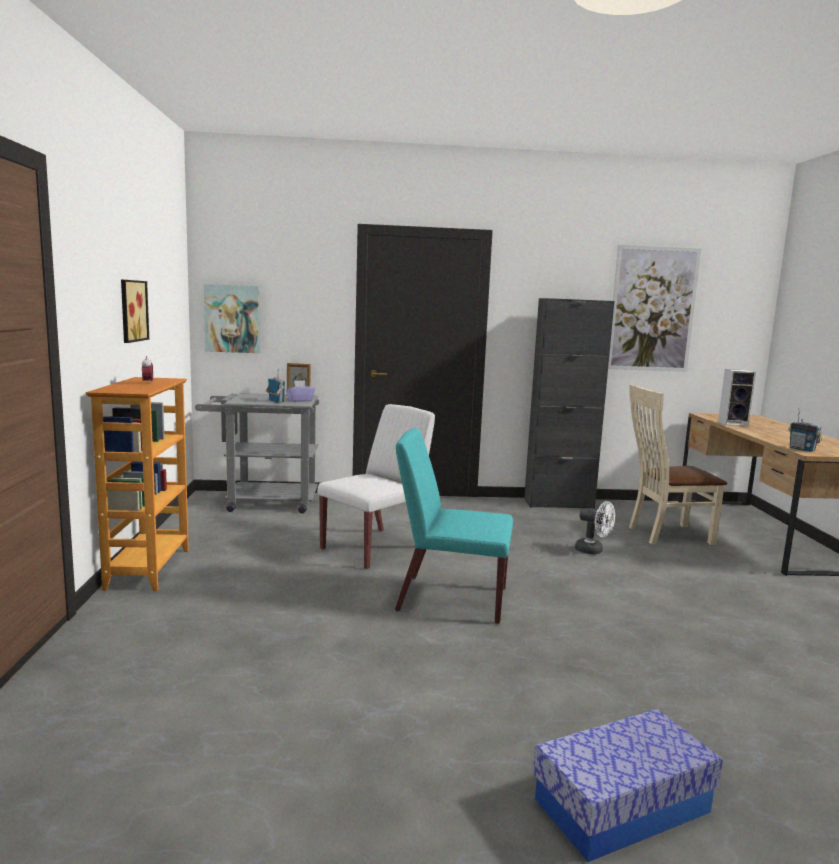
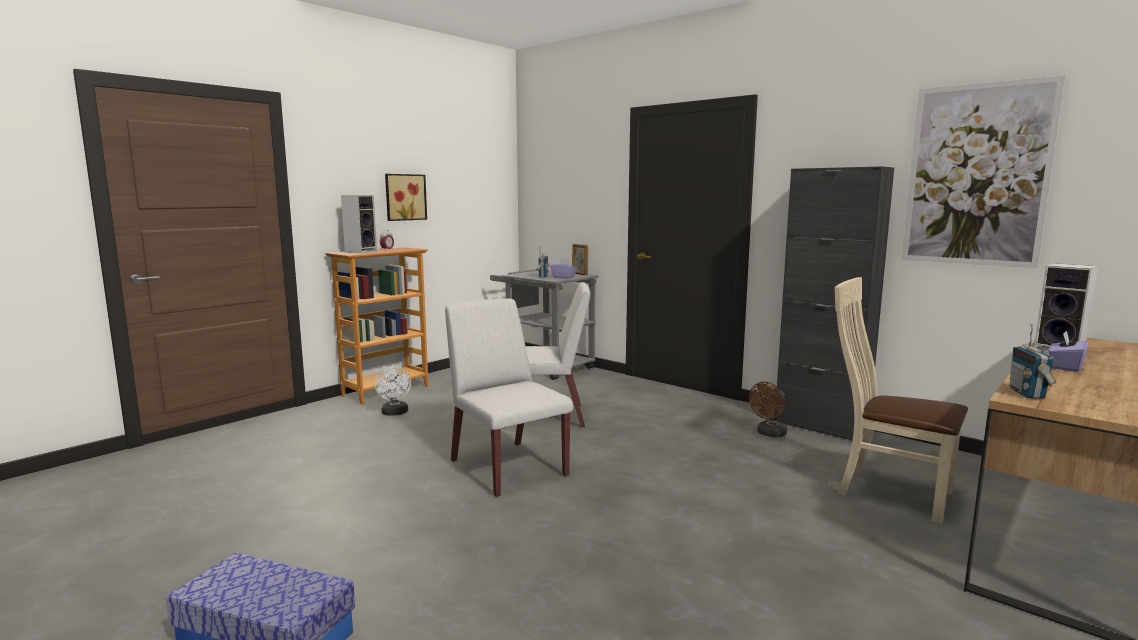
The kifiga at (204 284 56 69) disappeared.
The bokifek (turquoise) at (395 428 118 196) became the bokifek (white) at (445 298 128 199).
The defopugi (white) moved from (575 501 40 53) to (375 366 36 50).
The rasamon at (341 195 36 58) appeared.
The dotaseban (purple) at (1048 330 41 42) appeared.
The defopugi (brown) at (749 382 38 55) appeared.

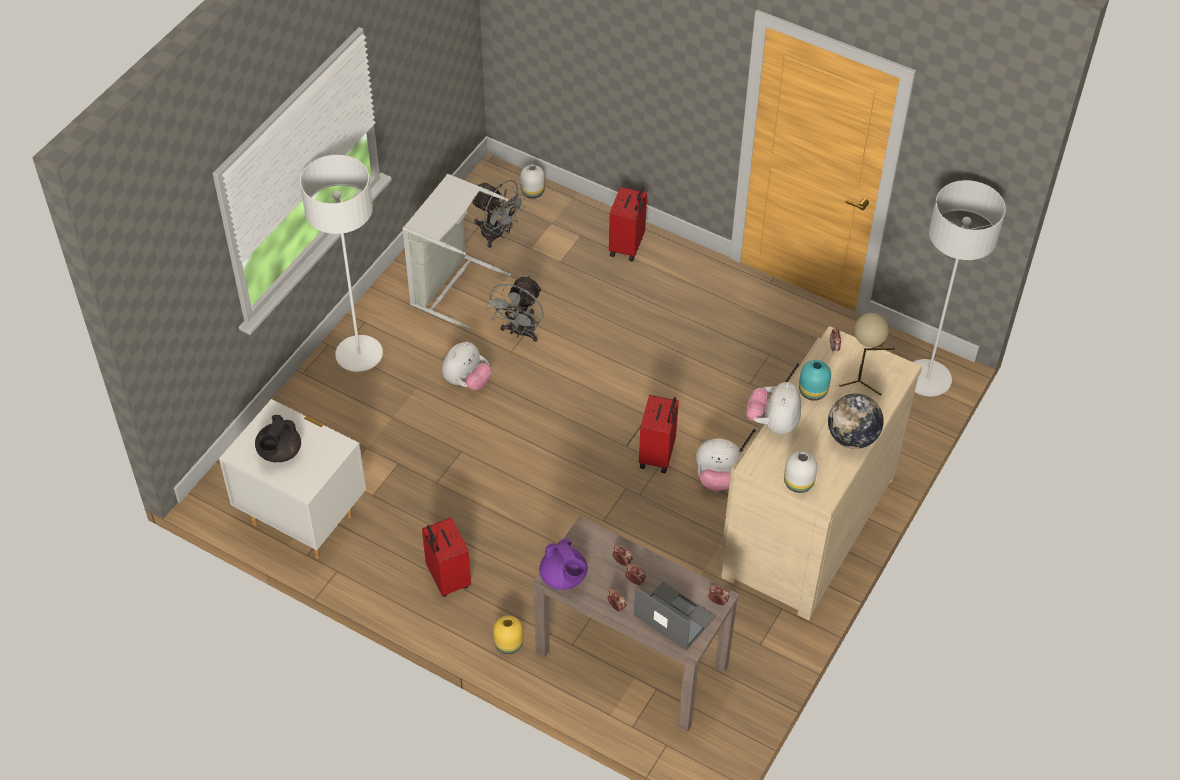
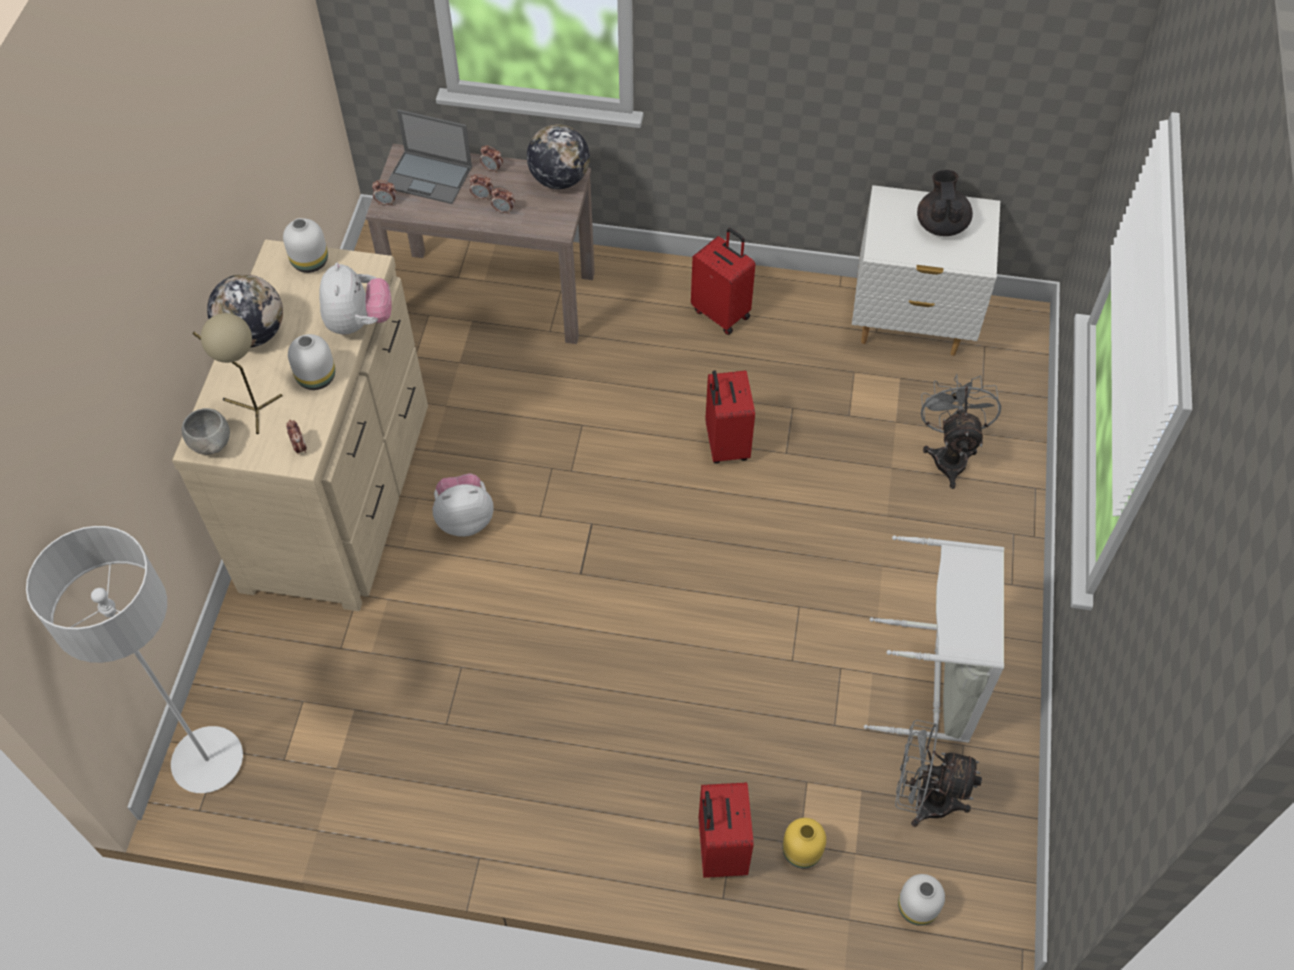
The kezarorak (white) at (300 155 83 217) disappeared.
The defopugi (grey) moved from (485 275 59 67) to (921 374 80 115).
The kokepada at (442 342 50 48) disappeared.
The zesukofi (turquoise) at (799 360 32 41) became the zesukofi (white) at (288 334 47 56).
The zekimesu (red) moved from (639 395 40 78) to (705 370 50 94).
The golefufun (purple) at (539 539 49 51) was replaced by the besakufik at (527 124 63 65).
The zesukofi (yellow) moved from (493 616 30 38) to (782 818 44 50).
The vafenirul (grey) at (182 408 48 47) appeared.

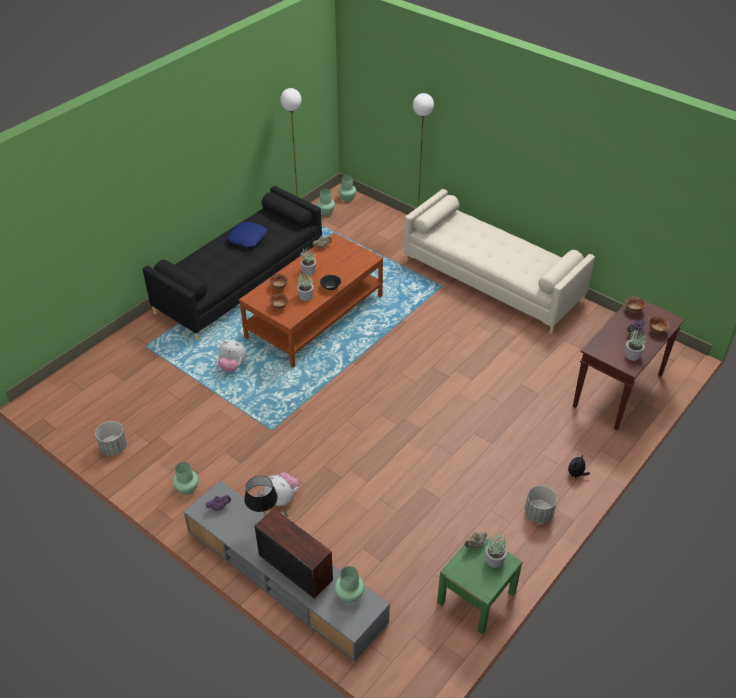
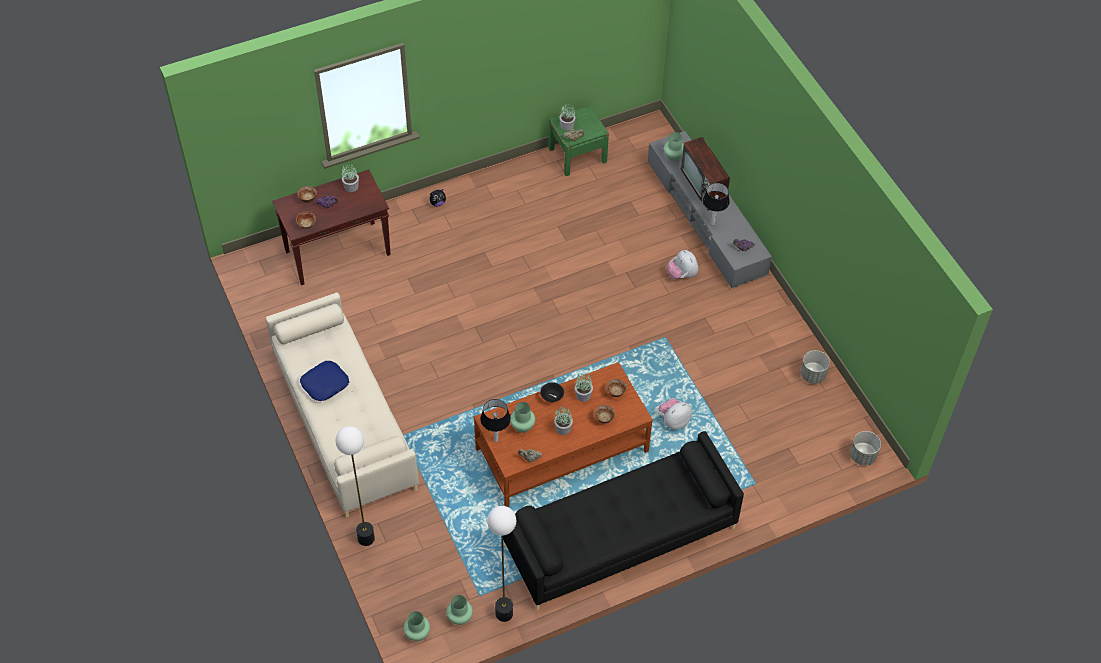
The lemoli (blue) moved from (227 222 40 25) to (300 361 49 40).
The kokepada at (218 340 29 32) turned 75 degrees counterclockwise.
The zesukofi (green) moved from (173 462 26 33) to (510 402 25 31).
The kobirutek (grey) moved from (525 486 32 37) to (850 431 31 35).
The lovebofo at (480 399 31 43) appeared.

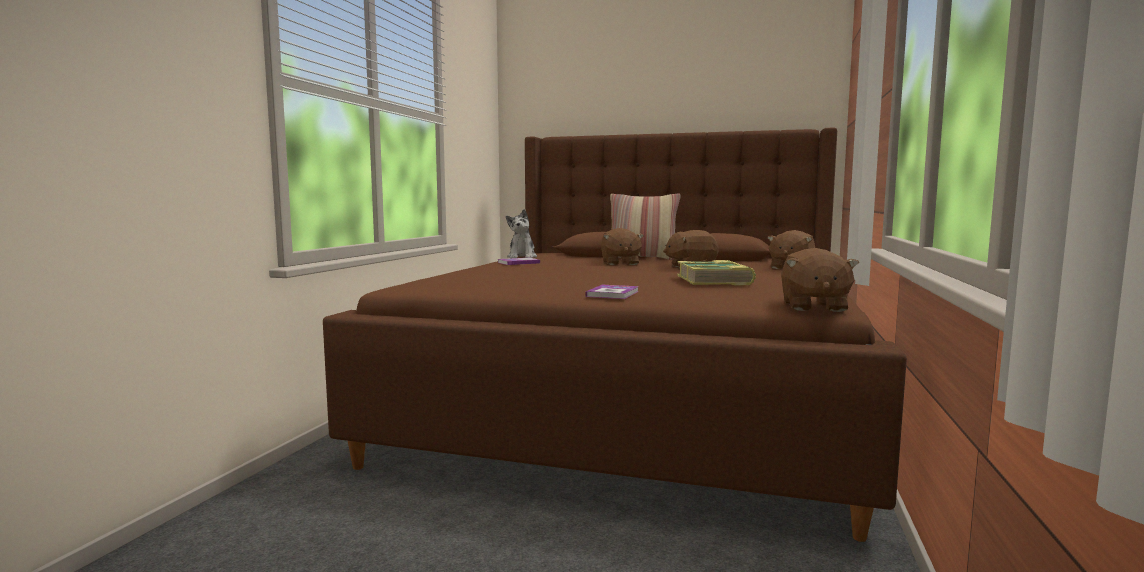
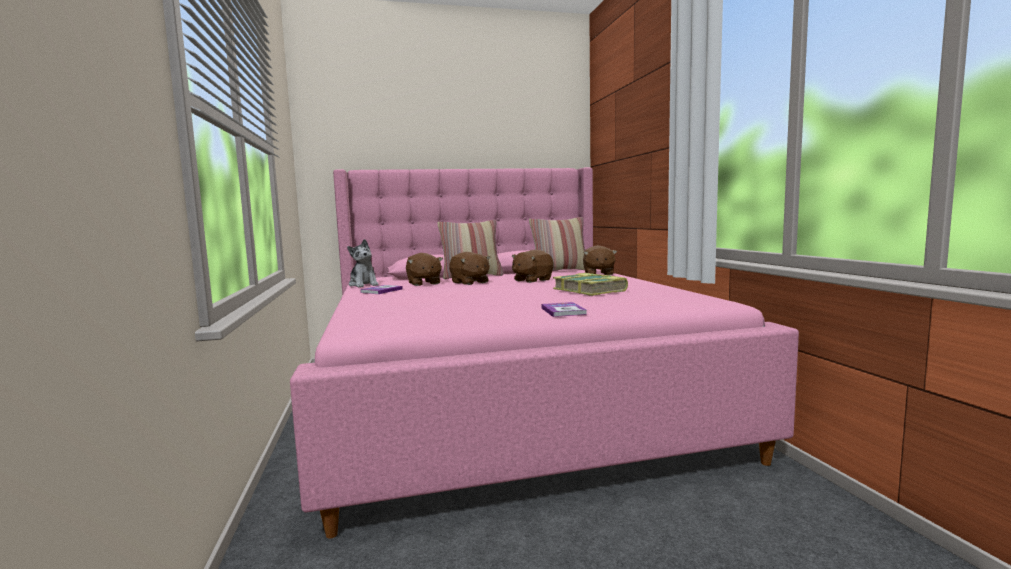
The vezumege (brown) at (323 127 584 415) became the vezumege (pink) at (290 167 509 372).
The kokepada (brown) moved from (781 248 78 64) to (406 253 37 33).
The lemoli at (529 217 56 54) appeared.

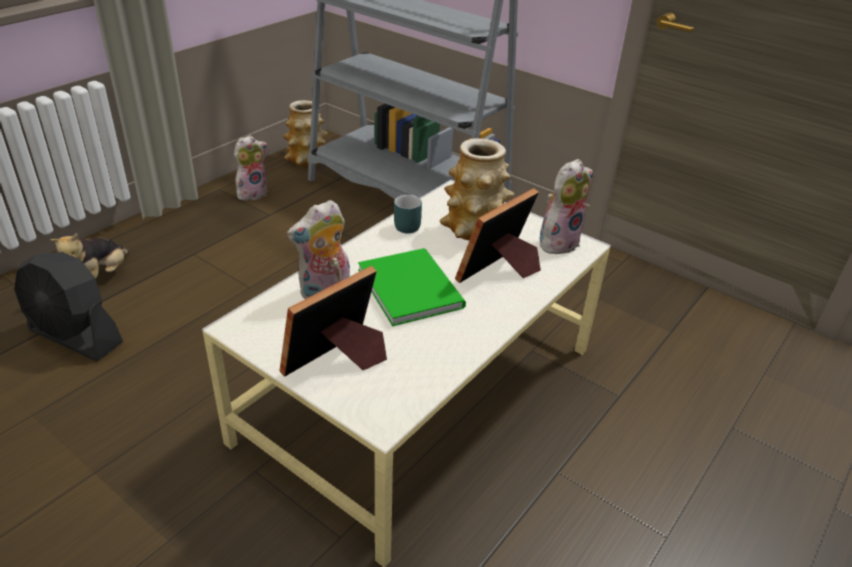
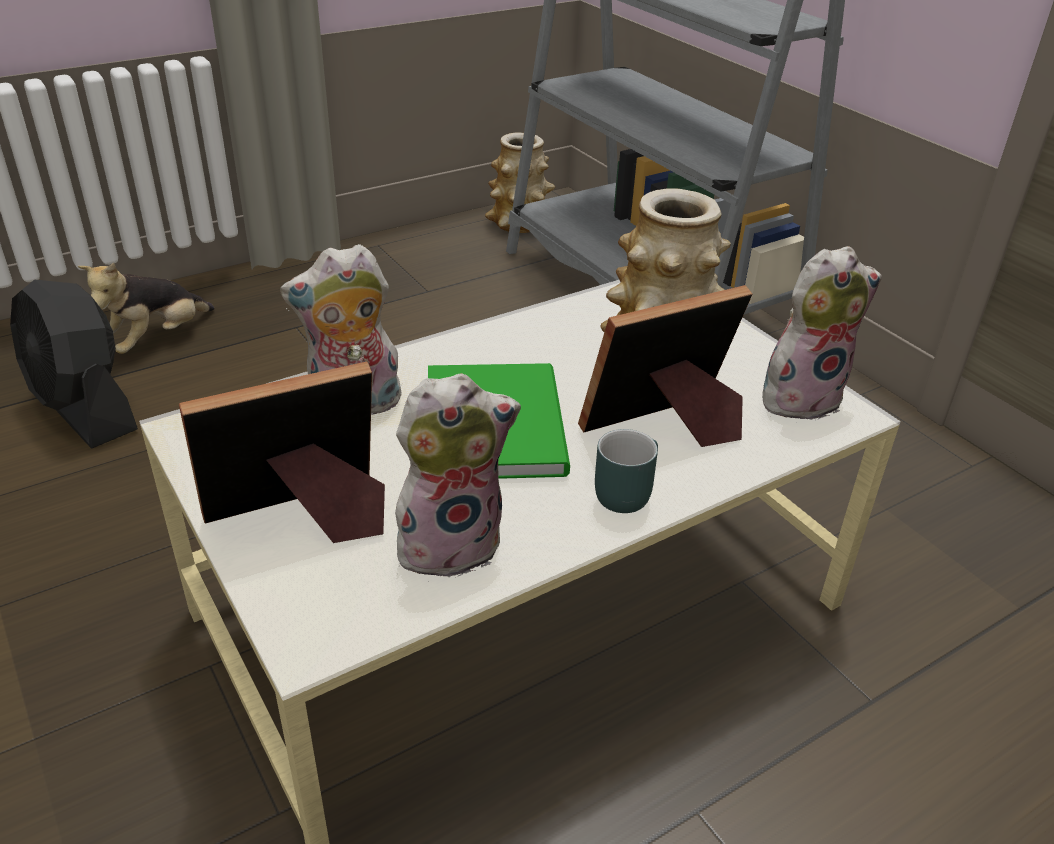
The kokepada moved from (234 135 34 66) to (395 373 126 209).
The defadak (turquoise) moved from (394 195 28 38) to (595 429 63 84).

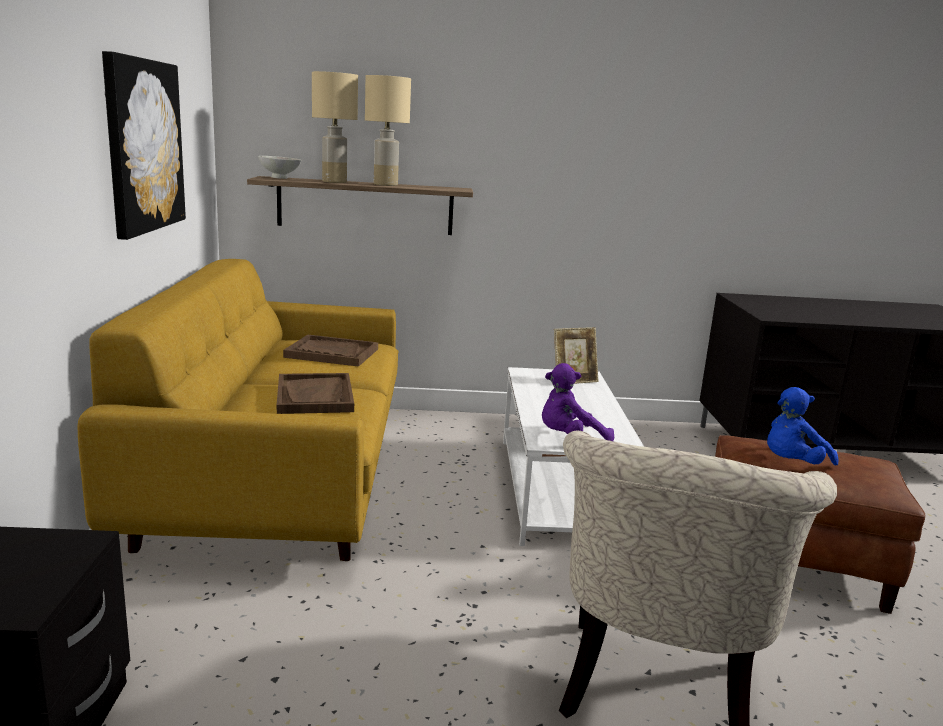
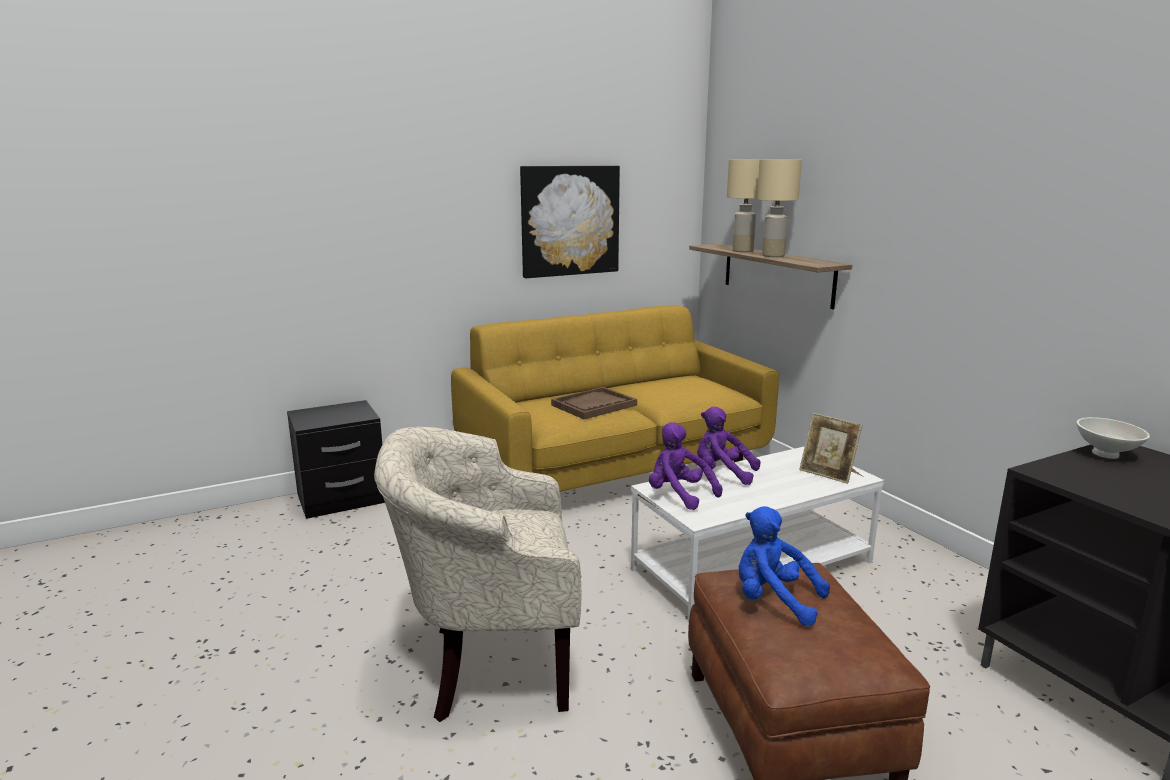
The vafenirul (white) moved from (258 156 43 23) to (1077 417 73 42).
The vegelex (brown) at (283 335 95 32) disappeared.
The kokepada (purple) at (697 407 63 78) appeared.

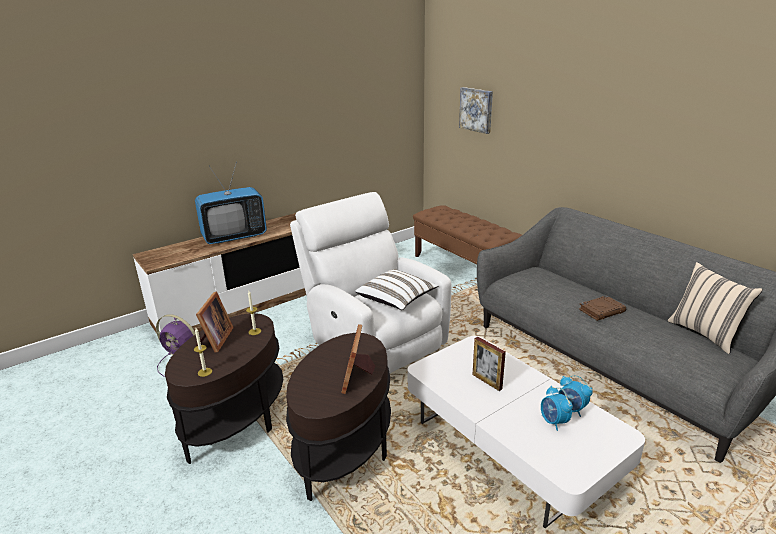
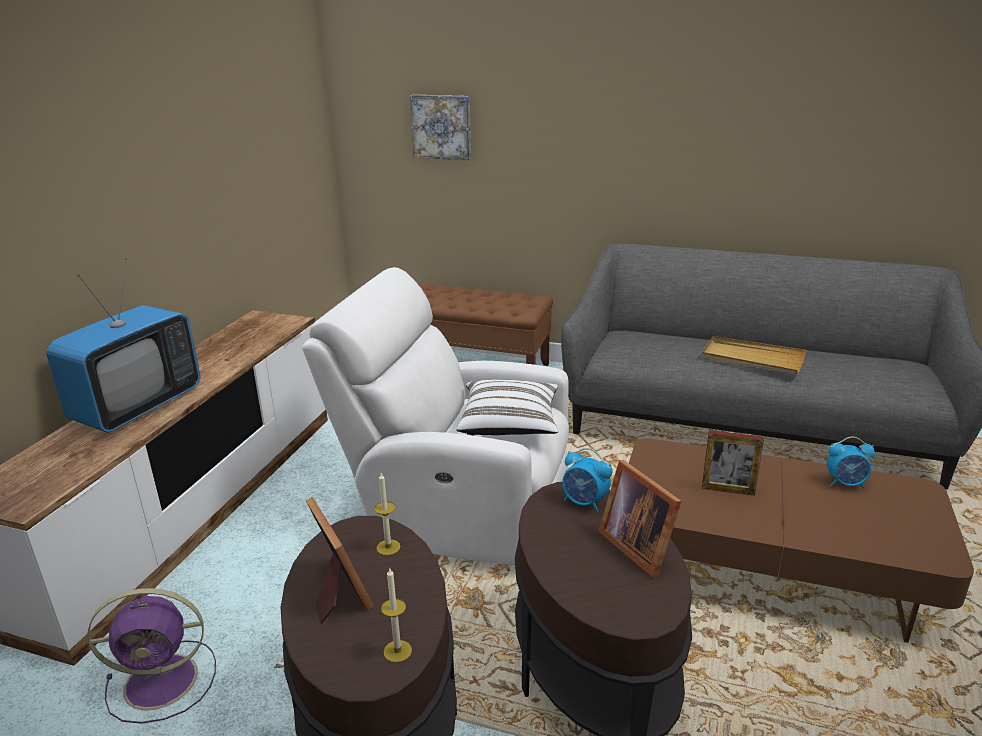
The lemoli (beige) at (668 262 95 92) disappeared.
The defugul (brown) at (579 295 47 26) was replaced by the vegelex (beige) at (701 336 106 38).
The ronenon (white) at (408 336 237 192) became the ronenon (brown) at (629 438 345 205).
The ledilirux moved from (541 386 32 45) to (562 448 51 64).

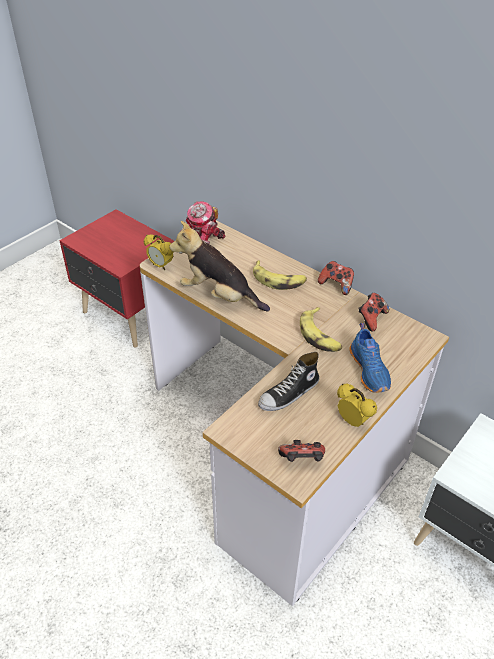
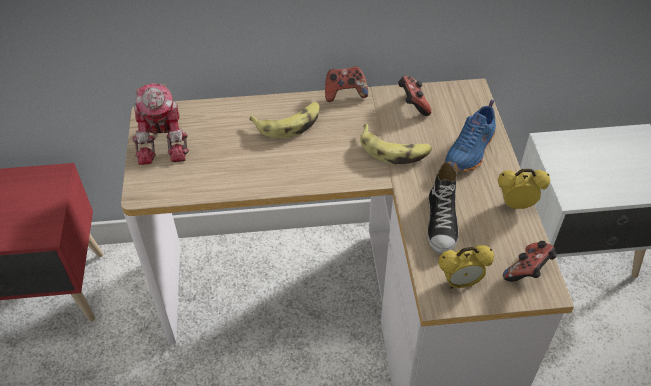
The kokepada at (169 221 101 90) disappeared.
The ledilirux moved from (144 234 29 36) to (438 245 56 44).
The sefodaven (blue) at (350 323 41 70) turned 90 degrees clockwise.

